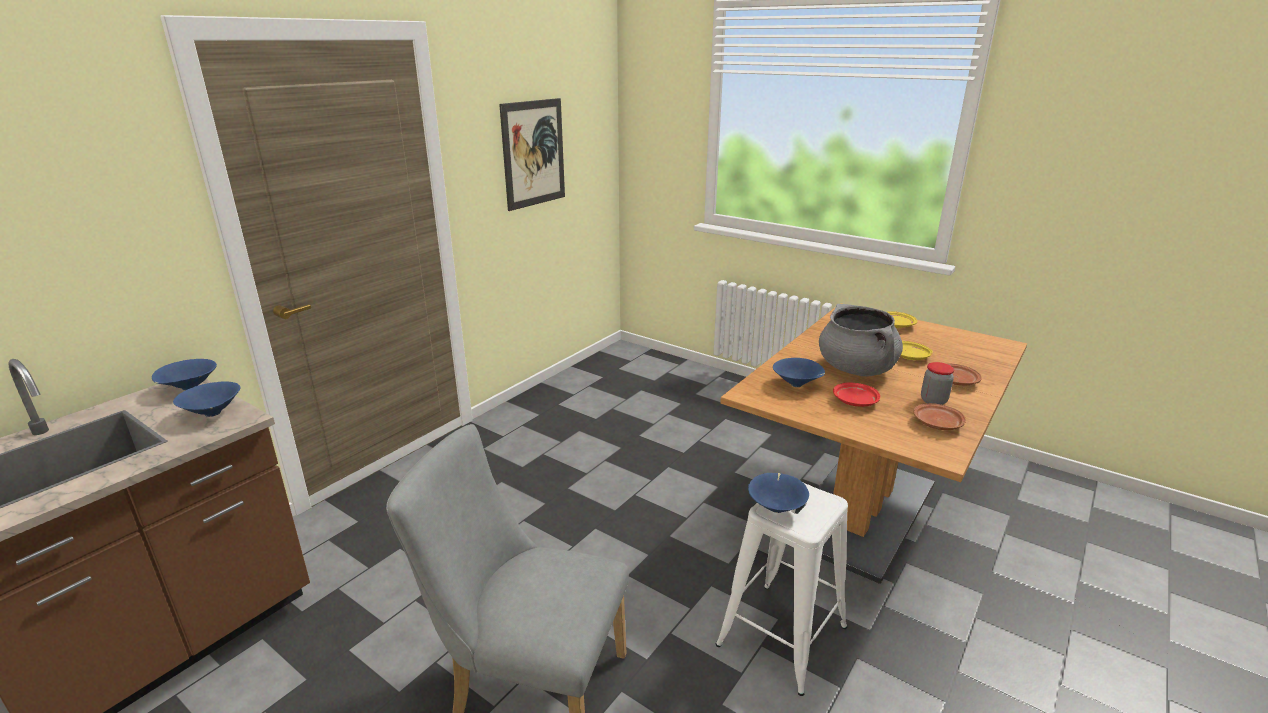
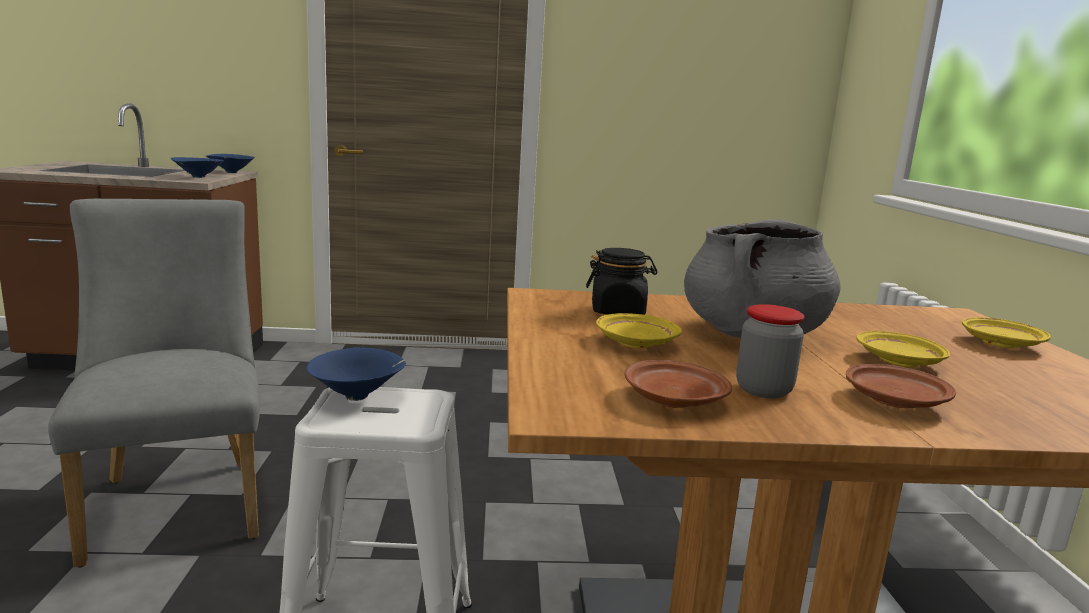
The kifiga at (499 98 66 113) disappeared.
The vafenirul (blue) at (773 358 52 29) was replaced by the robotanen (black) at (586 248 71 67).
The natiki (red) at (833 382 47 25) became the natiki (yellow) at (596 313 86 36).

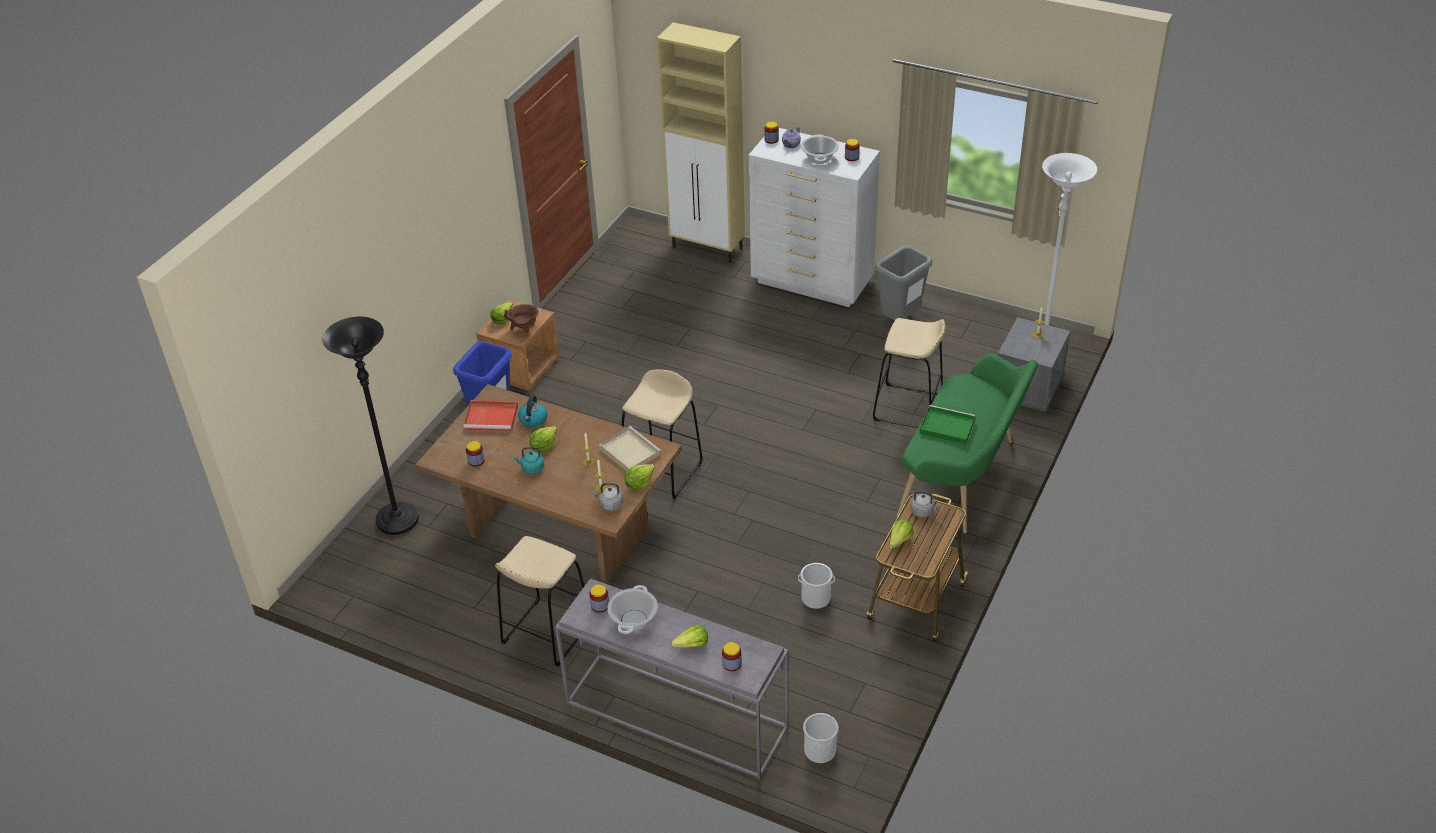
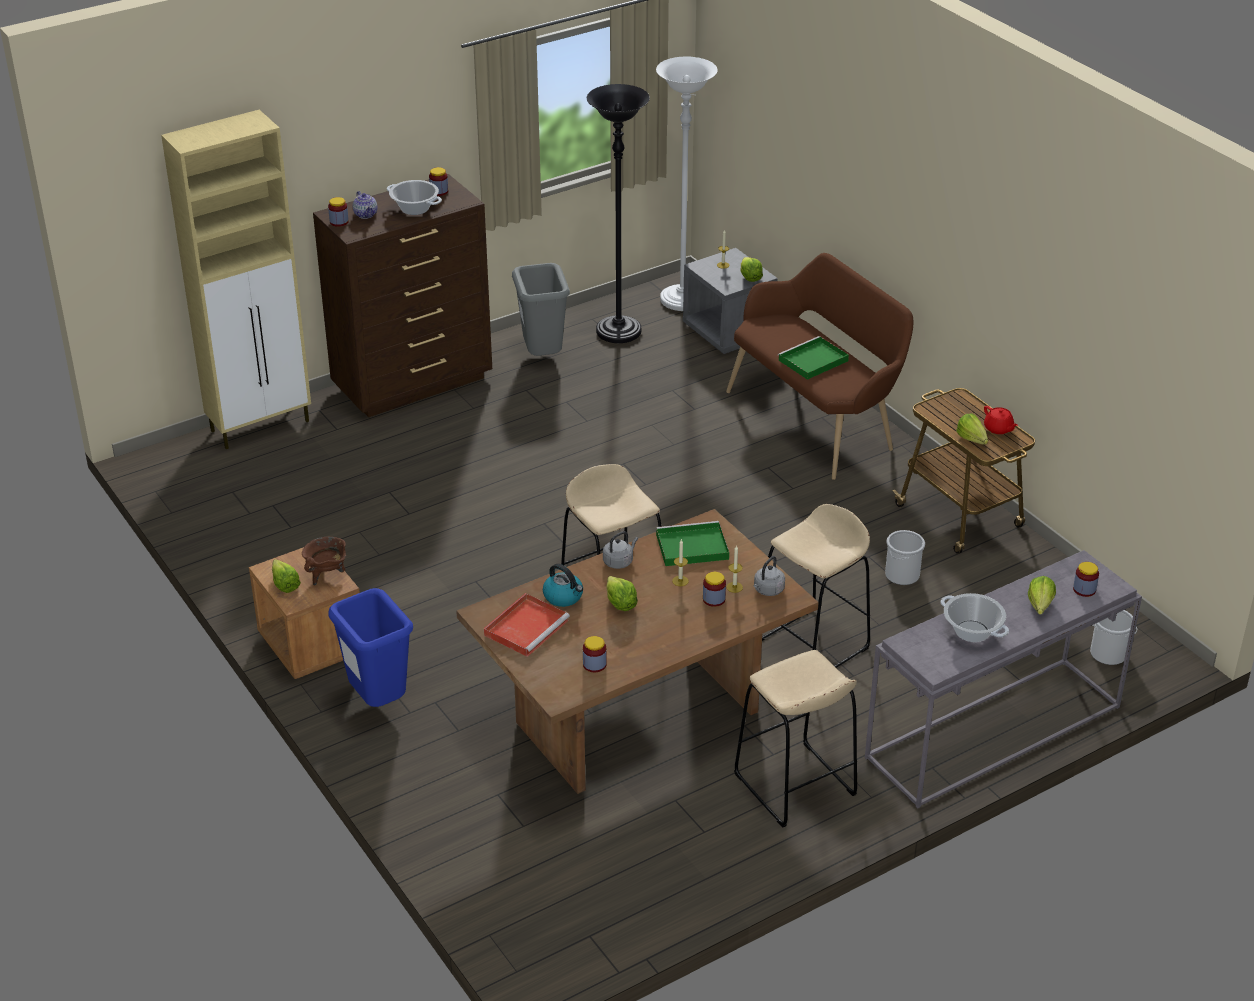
The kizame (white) at (749 128 131 179) became the kizame (brown) at (313 174 179 243).
The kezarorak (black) moved from (322 317 97 218) to (587 84 63 259).
The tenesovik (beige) moved from (873 318 72 110) to (762 504 108 164).
The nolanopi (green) at (896 353 142 180) became the nolanopi (brown) at (726 253 188 227).
The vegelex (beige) at (599 426 62 45) became the vegelex (green) at (656 521 73 45).
The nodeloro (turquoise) at (513 446 31 28) disappeared.
The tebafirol moved from (625 464 30 26) to (740 257 23 25).
The nodeloro (grey) moved from (910 490 31 28) to (603 531 35 38).
The robotanen moved from (589 584 20 29) to (703 572 23 35).
The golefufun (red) at (984 406 34 28) appeared.

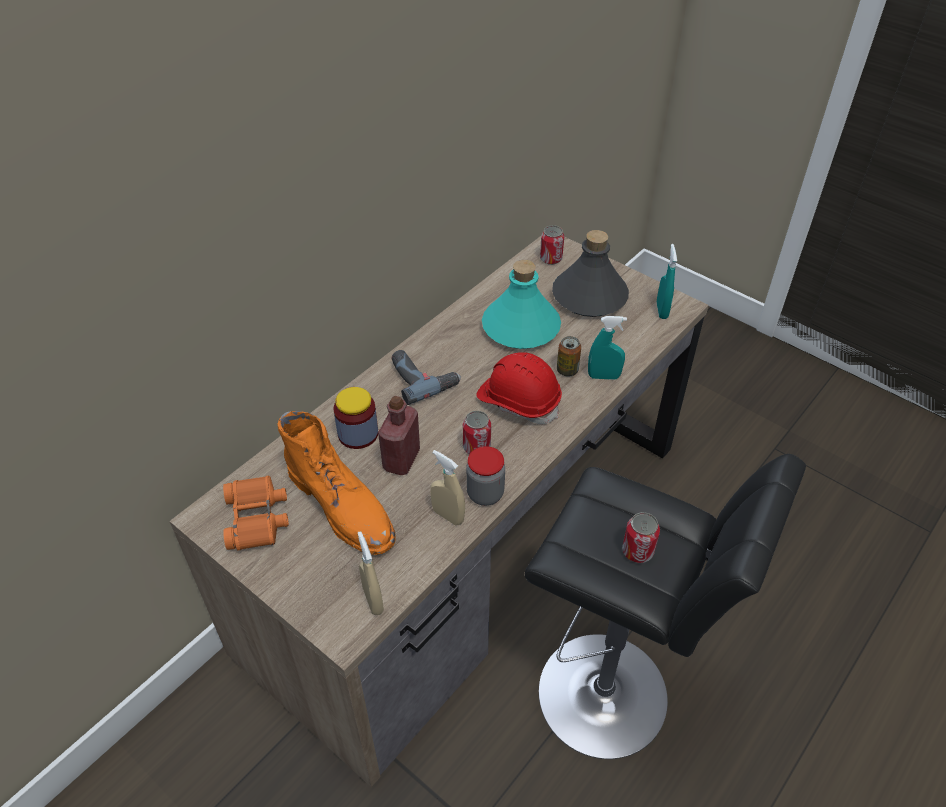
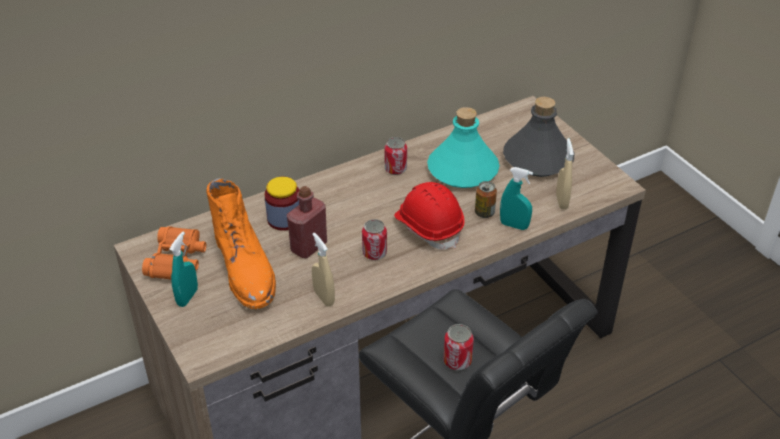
The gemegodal moved from (540 225 24 40) to (385 137 22 38).
The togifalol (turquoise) moved from (657 244 20 75) to (169 232 29 75).
The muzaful at (392 350 69 55) disappeared.
The robotanen at (466 446 39 60) disappeared.
The togifalol (beige) moved from (358 531 26 84) to (556 138 18 72).

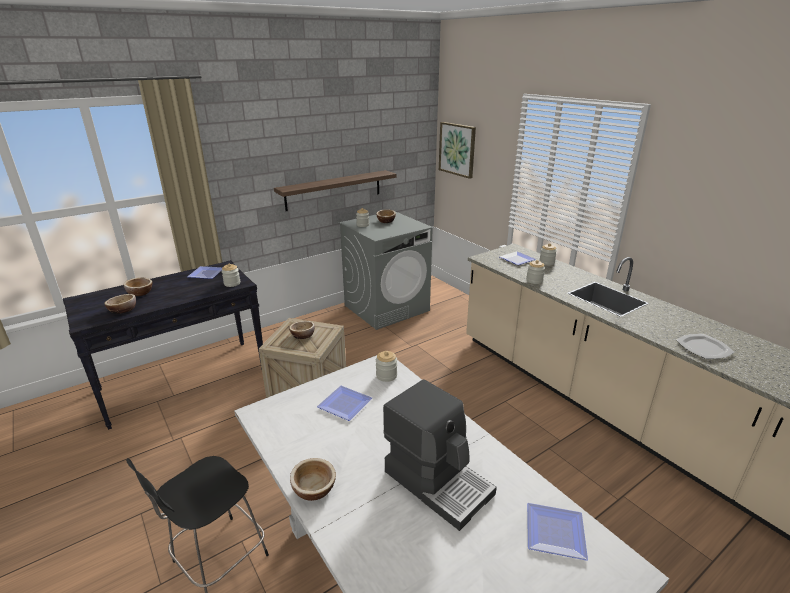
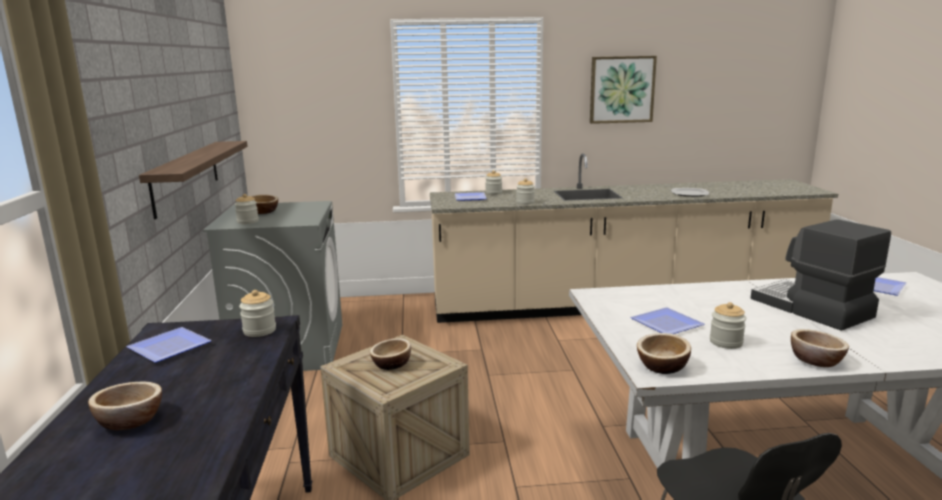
The kifiga moved from (439 122 37 57) to (590 56 67 68).
The vafenirul moved from (104 294 32 20) to (637 333 54 41).
The robotanen moved from (376 351 21 31) to (710 302 36 47).
The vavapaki at (383 379 114 152) turned 105 degrees counterclockwise.

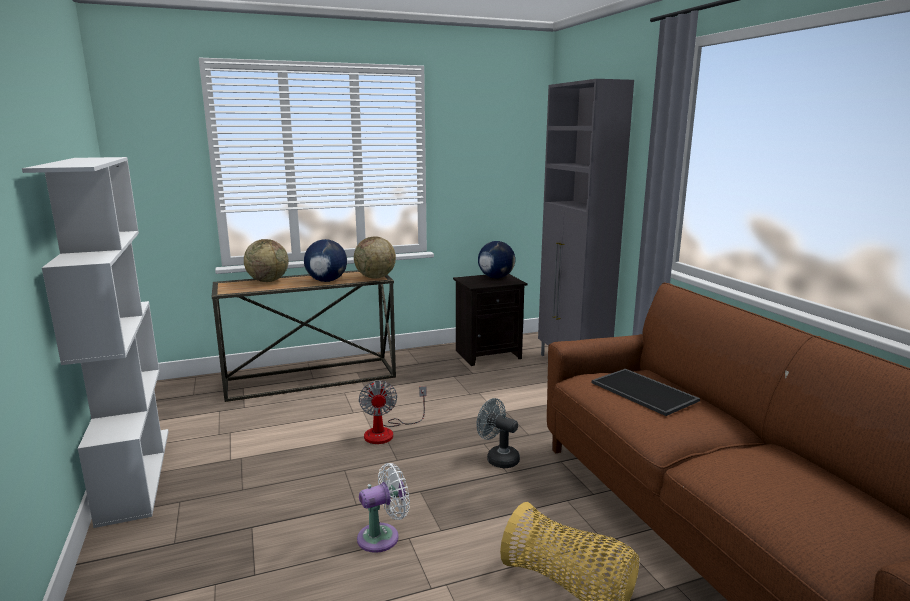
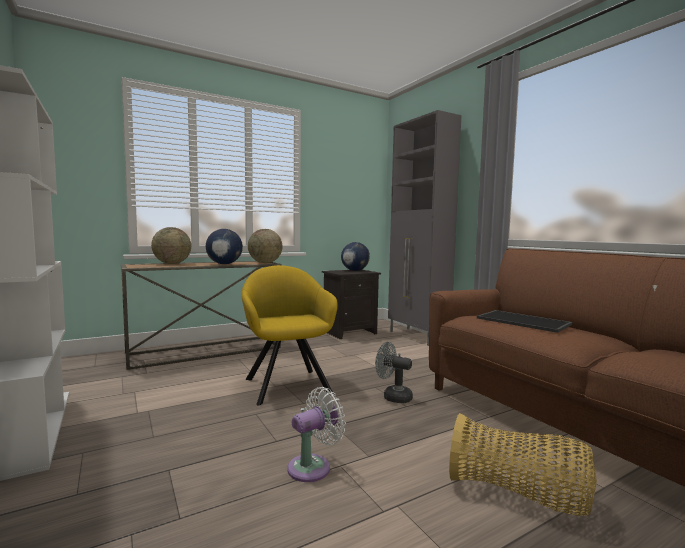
The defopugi at (359 380 68 64) was replaced by the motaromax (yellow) at (241 265 97 141).

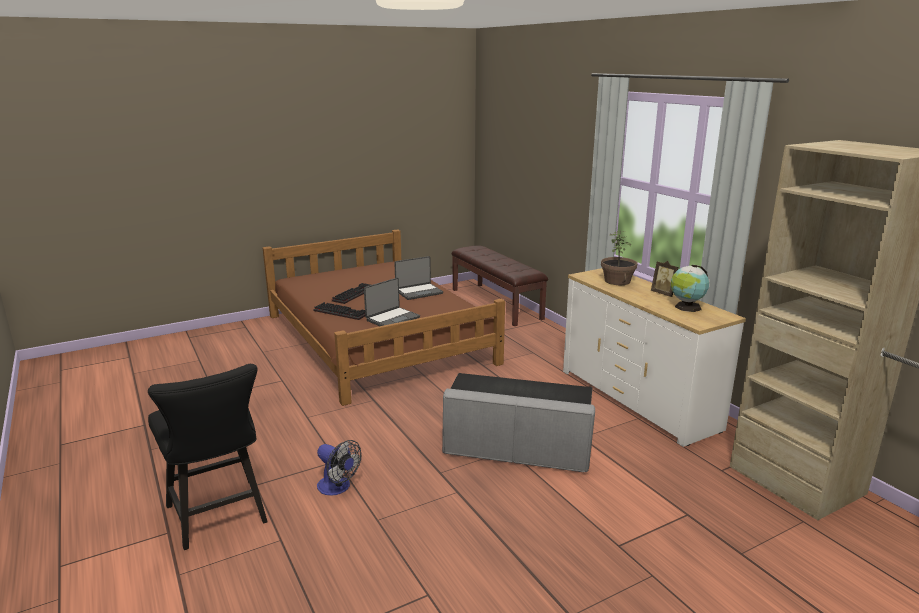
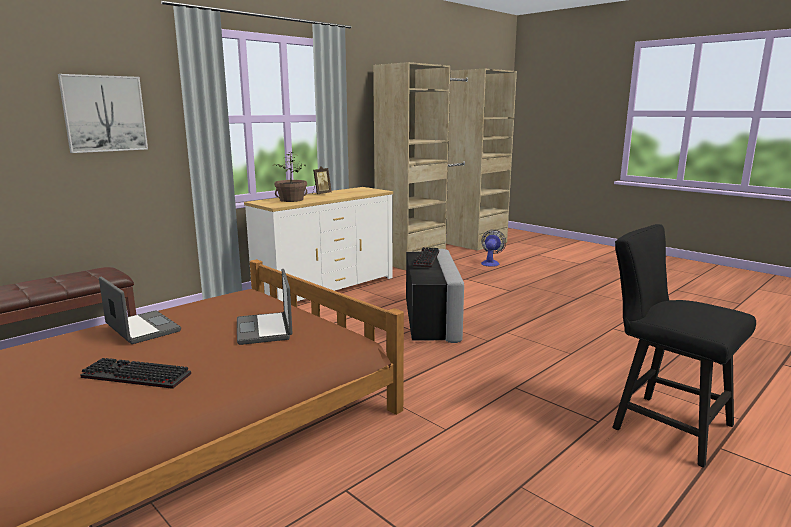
The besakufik at (671 265 38 47) disappeared.
The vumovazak at (364 278 56 48) turned 135 degrees counterclockwise.
The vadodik moved from (313 302 52 18) to (413 247 26 20).
The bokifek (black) at (148 364 120 186) turned 90 degrees counterclockwise.
The defopugi moved from (317 440 44 56) to (481 230 25 37).
The kifiga at (58 74 90 79) appeared.

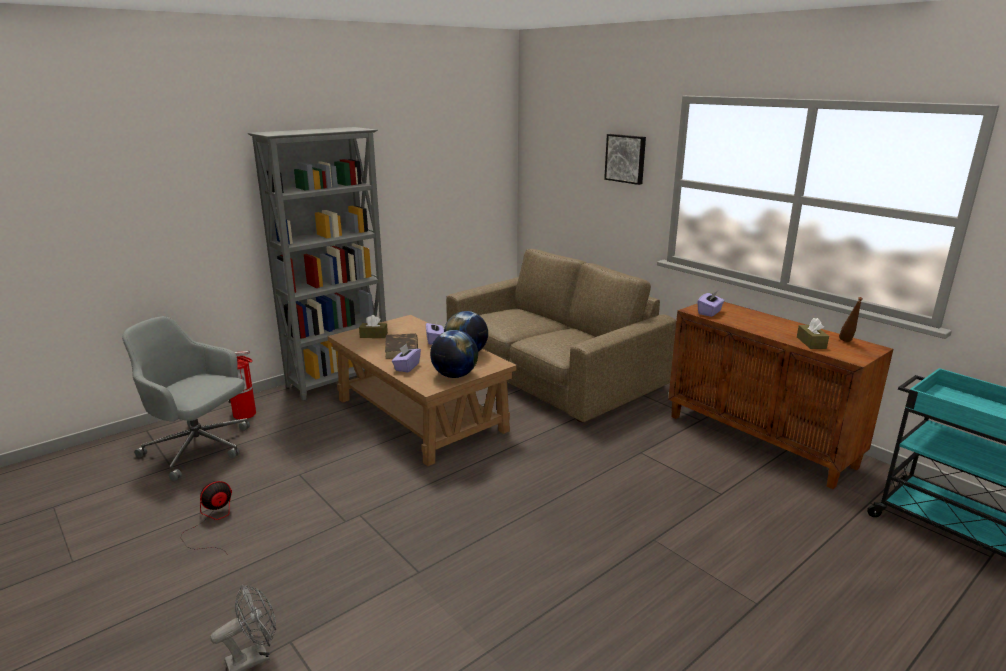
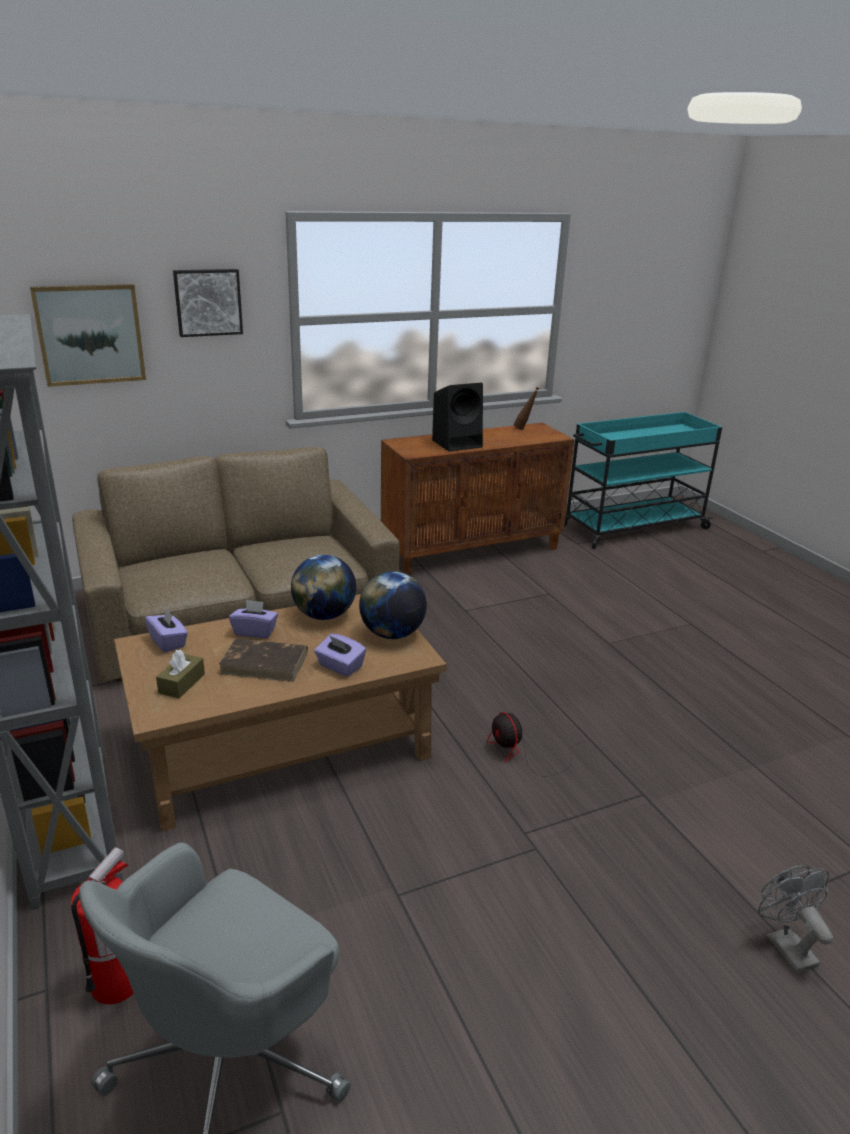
The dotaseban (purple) moved from (697 291 28 26) to (145 607 43 46).
The dotaseban (brown) at (797 318 32 31) disappeared.
The defopugi moved from (181 481 51 74) to (487 712 98 65).
The kifiga at (30 284 116 103) appeared.
The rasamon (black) at (432 382 51 70) appeared.

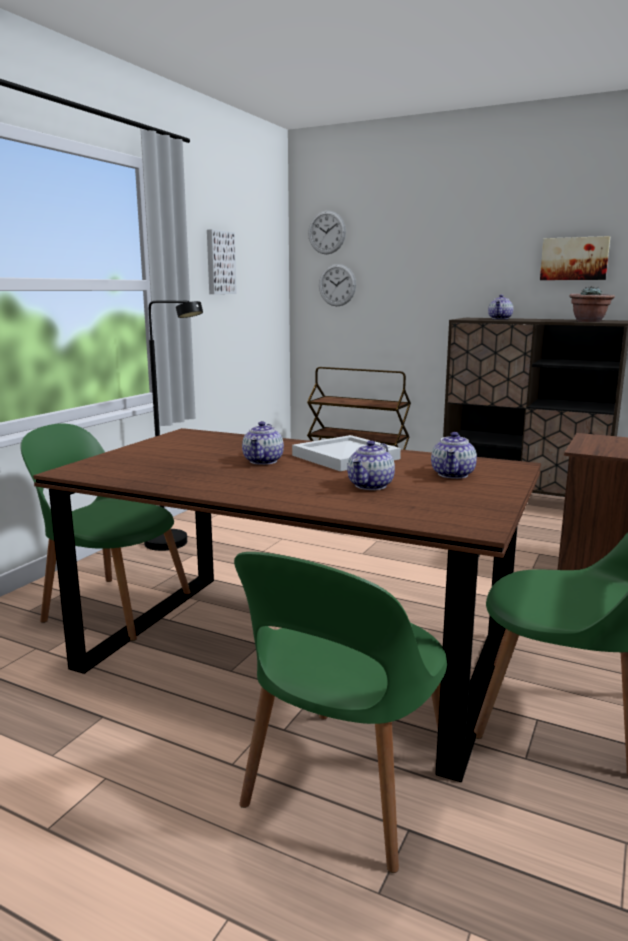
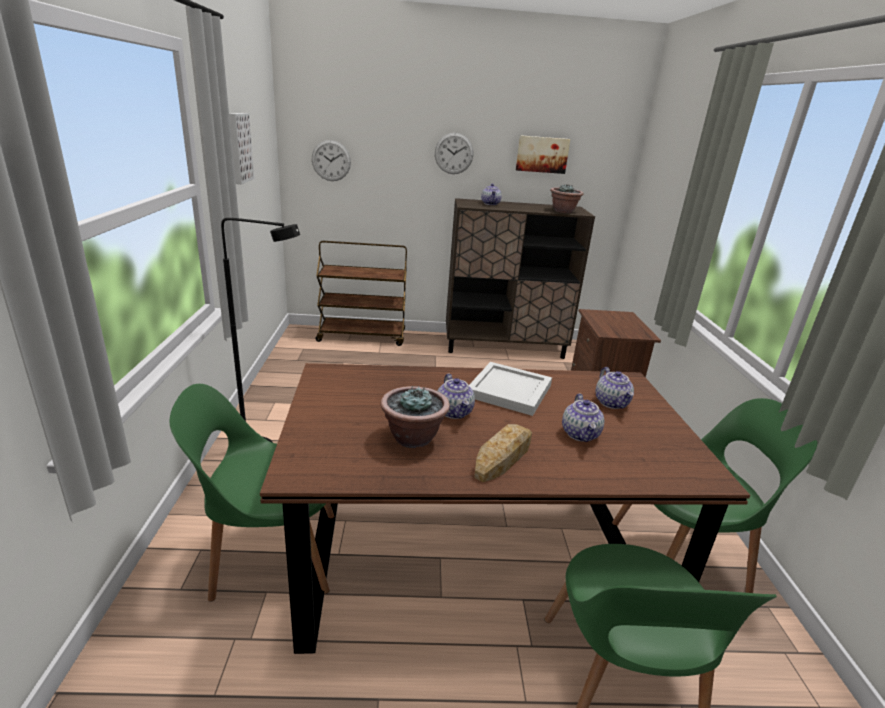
The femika moved from (308 211 38 43) to (435 133 38 41).
The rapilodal at (381 386 69 62) appeared.
The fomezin at (474 424 58 58) appeared.

